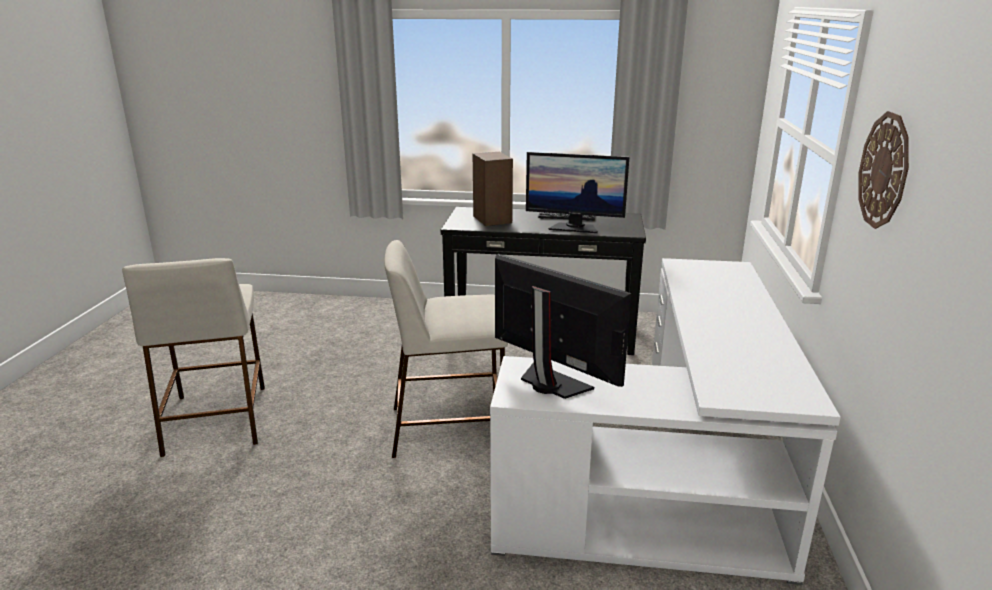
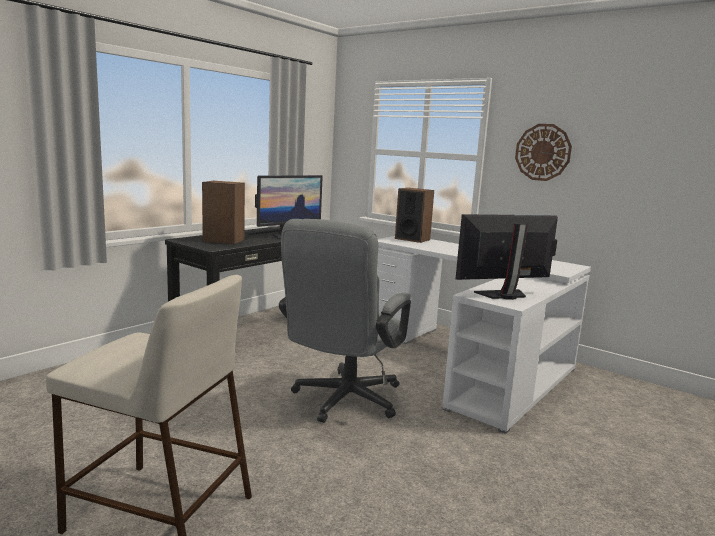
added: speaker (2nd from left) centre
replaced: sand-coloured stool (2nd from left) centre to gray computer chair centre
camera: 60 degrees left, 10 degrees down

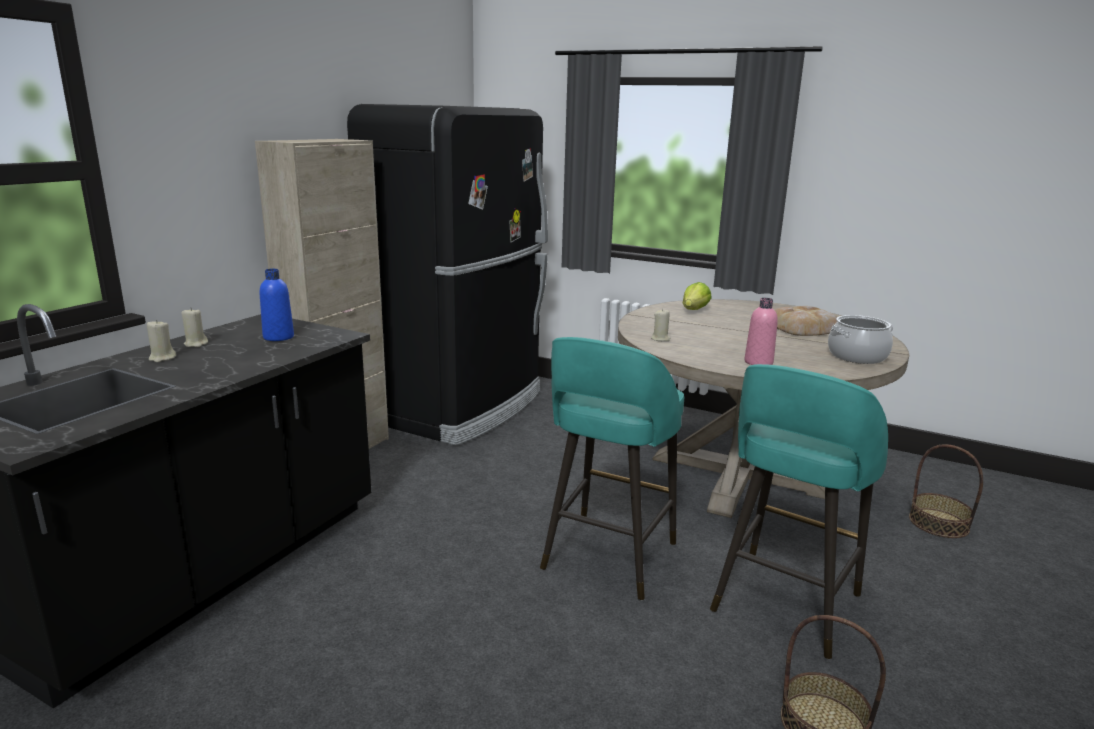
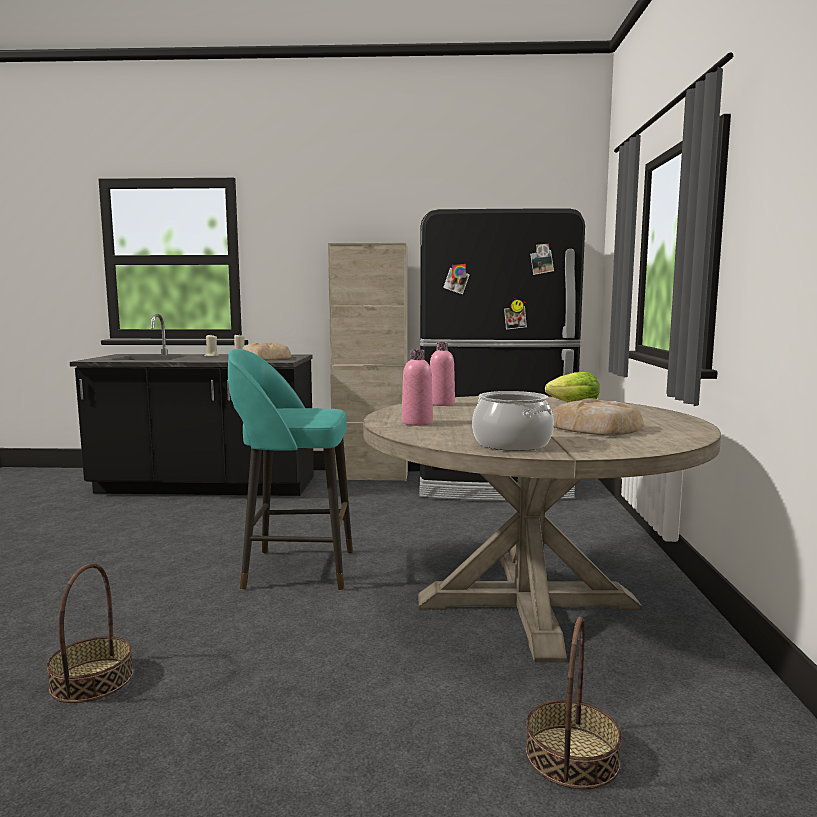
removed: blue-green stool (2nd from left) bottom right
replaced: bluish beverage bottle middle left to baked bread (1st from left) middle left; sand-coloured wax light (3rd from left) centre to pink beverage bottle (2nd from left) centre
camera: 65 degrees right, 10 degrees down

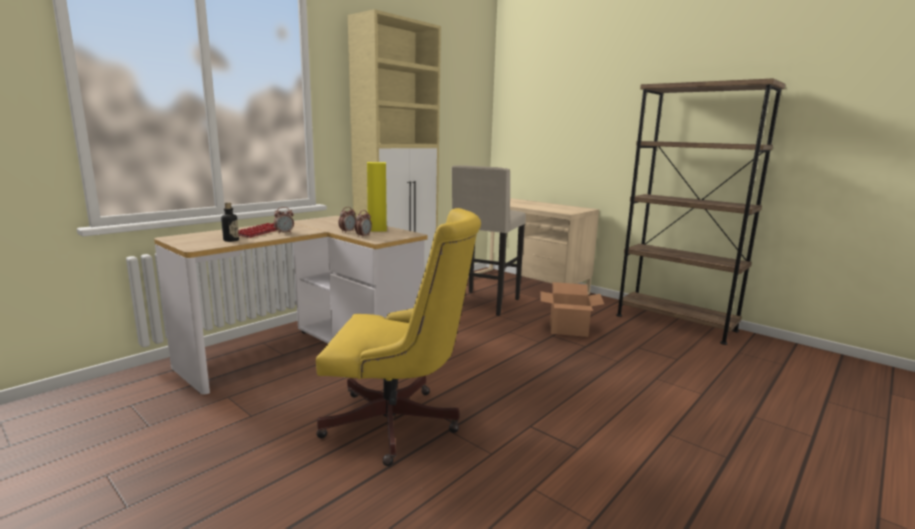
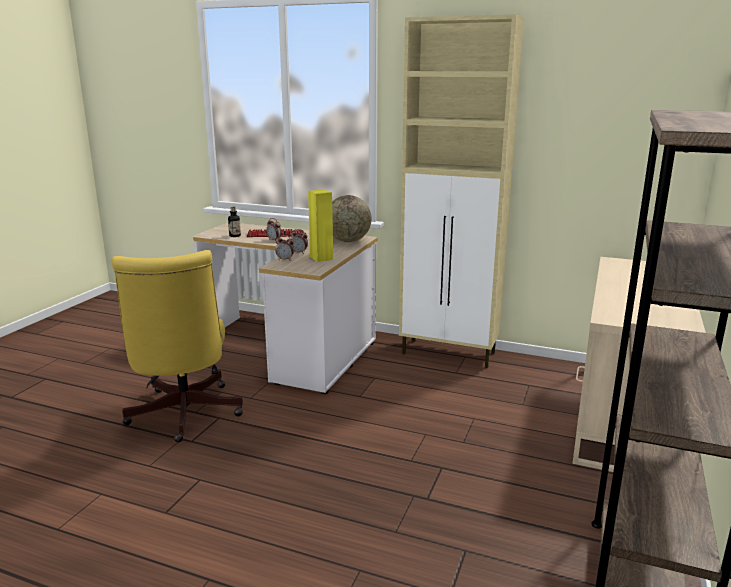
removed: sand-coloured stool centre; carton centre
added: desk globe centre
camera: 70 degrees right, 5 degrees up

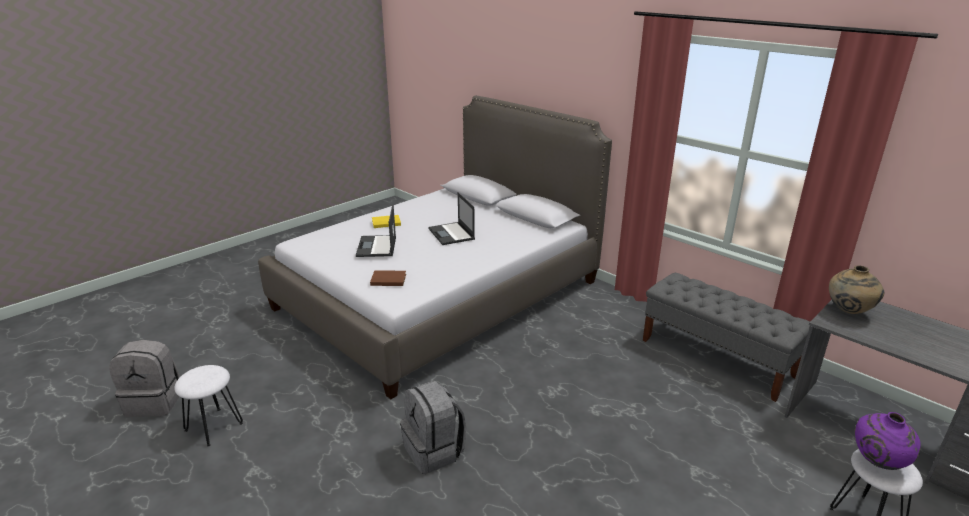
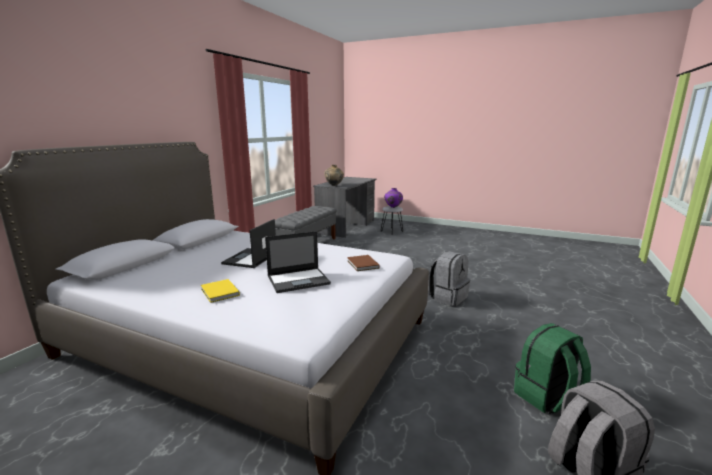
replaced: white stool (1st from left) bottom left to green-coloured backpack bottom right
turned: portable computer (2nd from left in the first image) centre = centre 150 degrees clockwise
camera: 110 degrees left, 10 degrees down

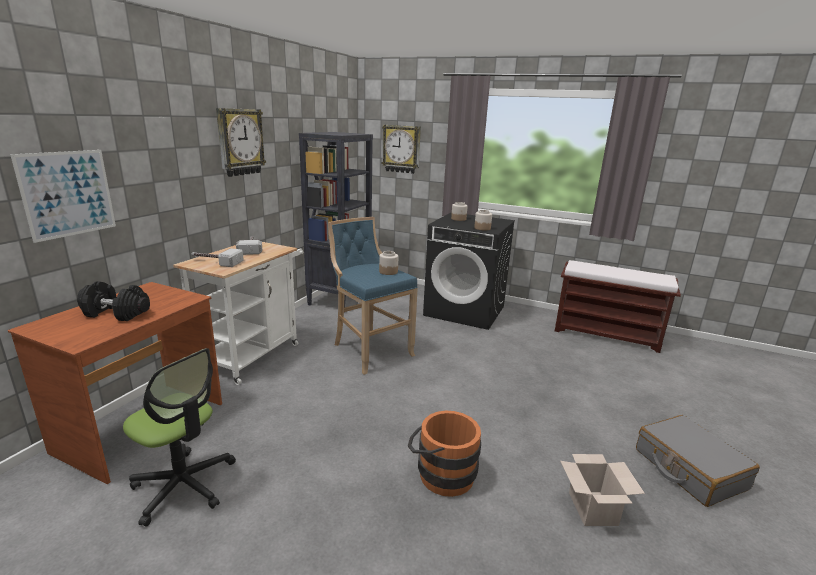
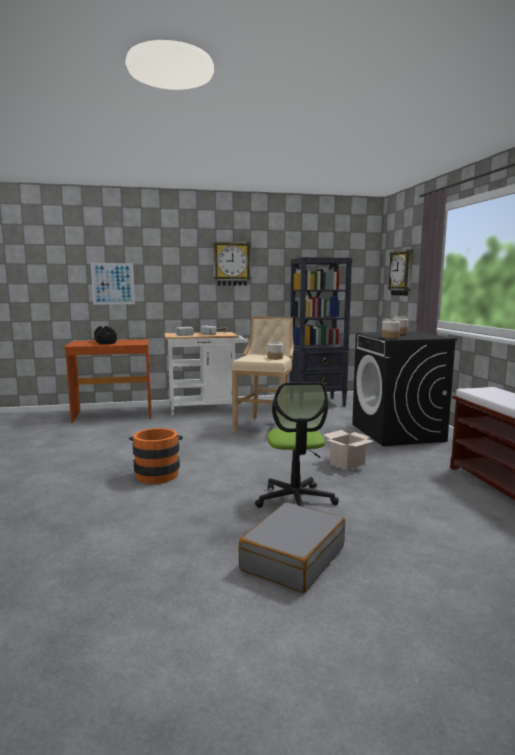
moved: computer chair bottom left to centre; carton bottom right to middle right
recoloured: bluish stool centre to sand-coloured stool centre
camera: 55 degrees right, 10 degrees down

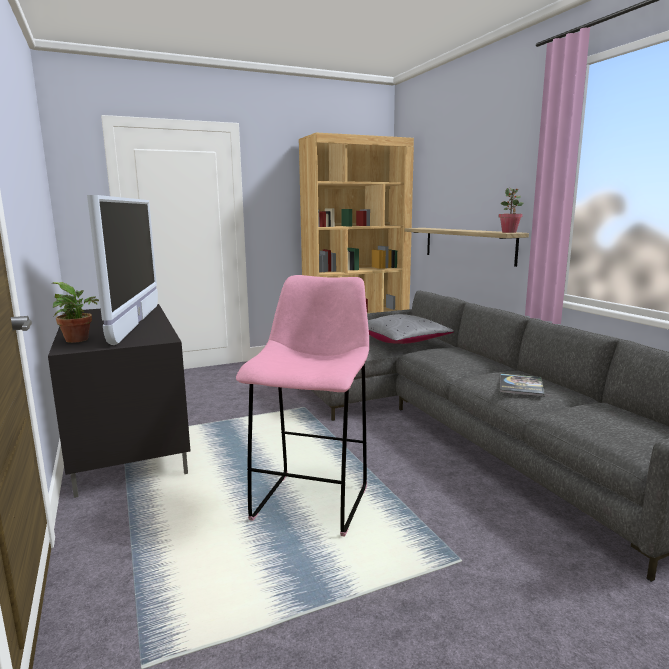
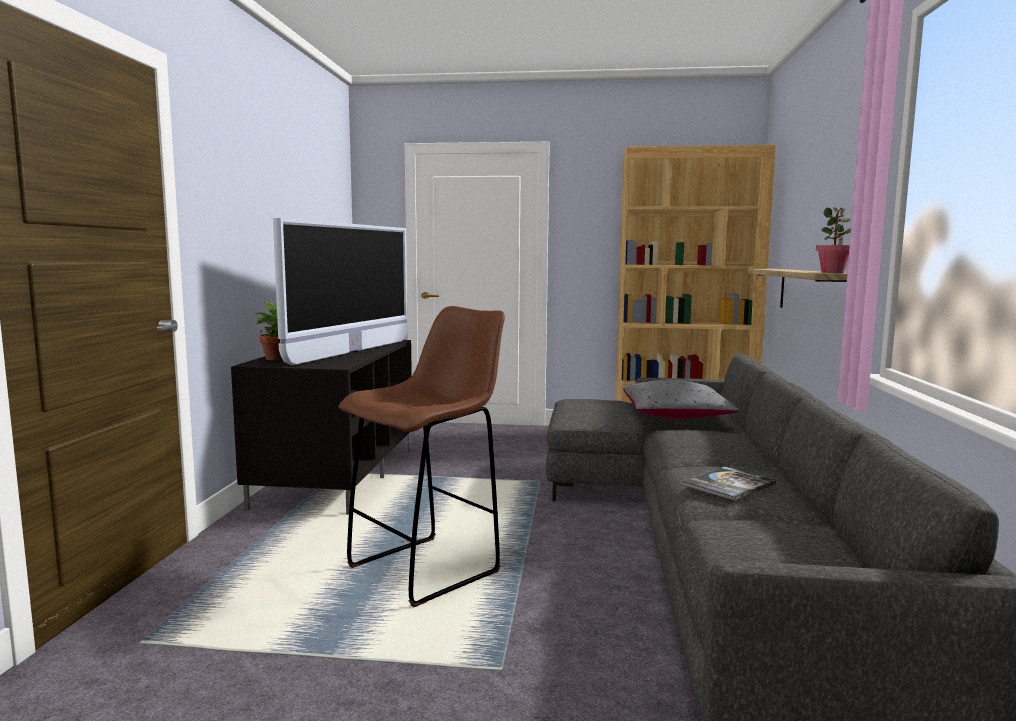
recoloured: pink stool centre to brownish stool centre
camera: 30 degrees right, 5 degrees down

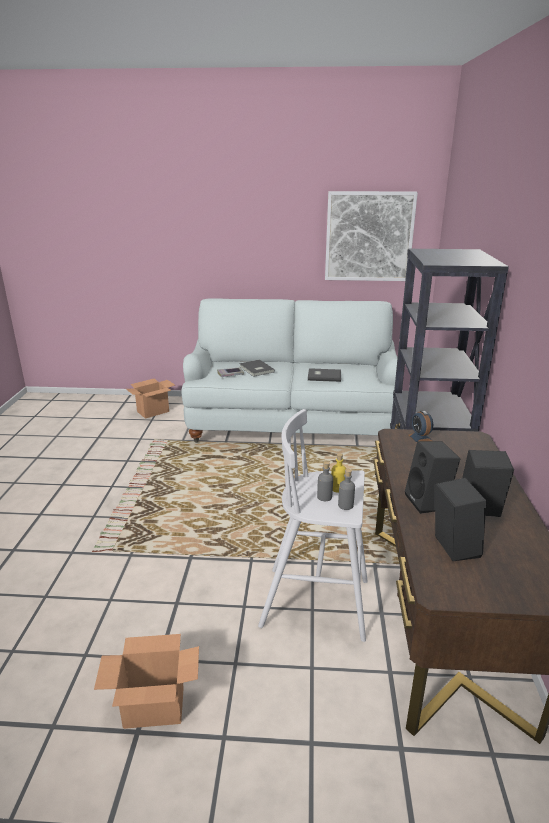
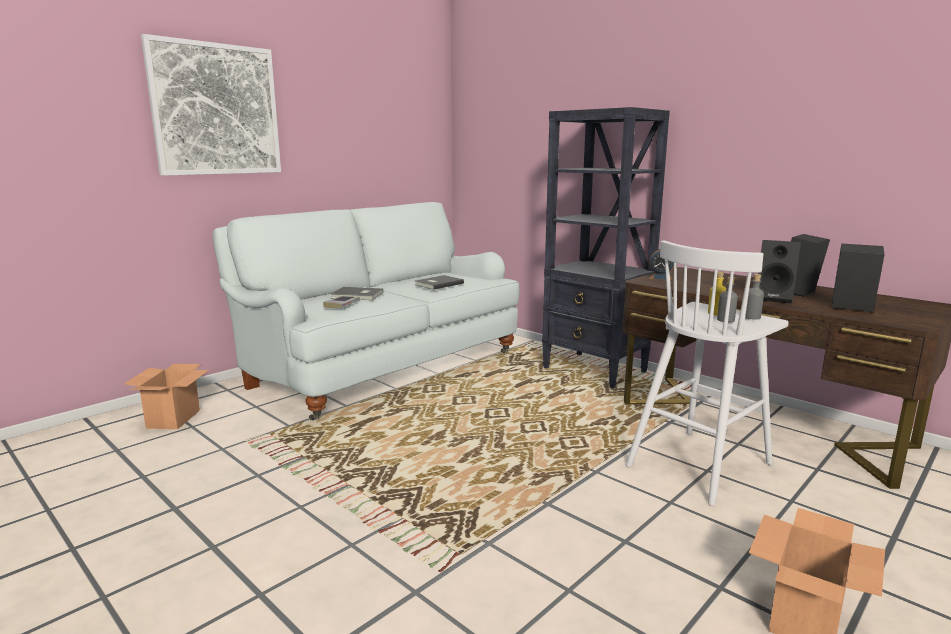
moved: wall art top right to top left
camera: 50 degrees left, 10 degrees down

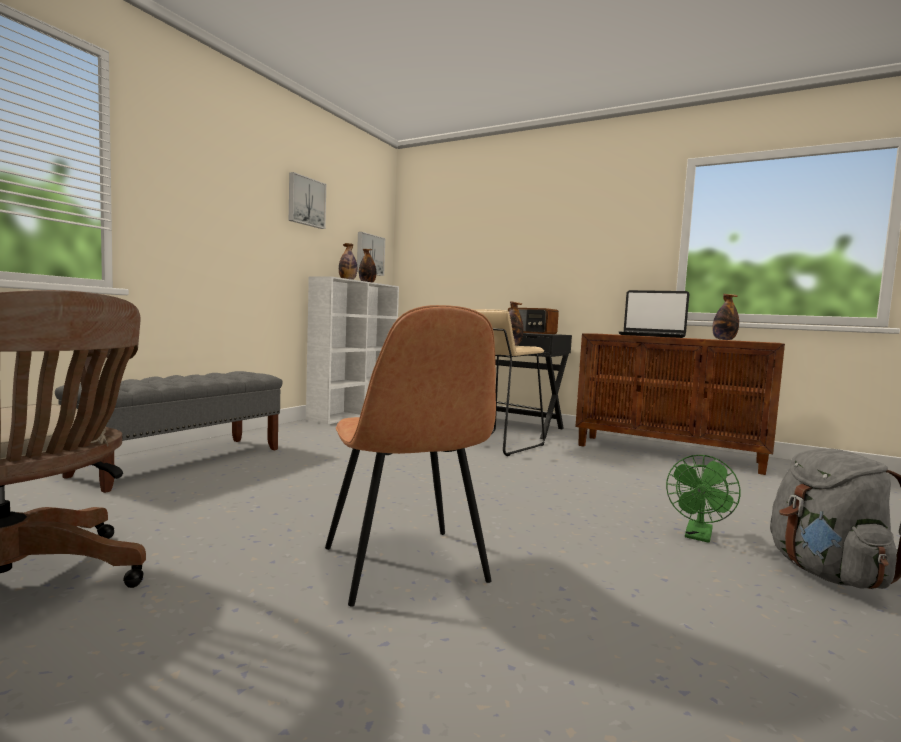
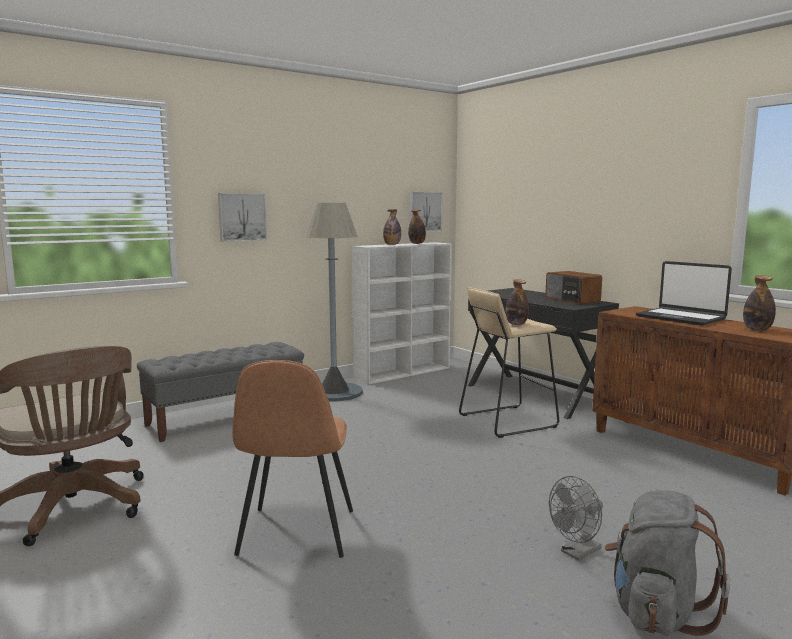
added: gray floor lamp centre
moved: wall art (1st from left) top centre to middle left
recoloured: green-coloured electric fan bottom right to gray electric fan bottom right
camera: 25 degrees right, 5 degrees up

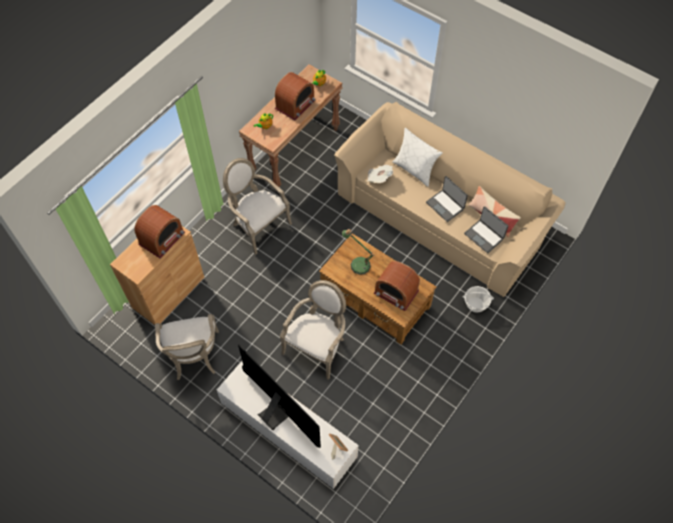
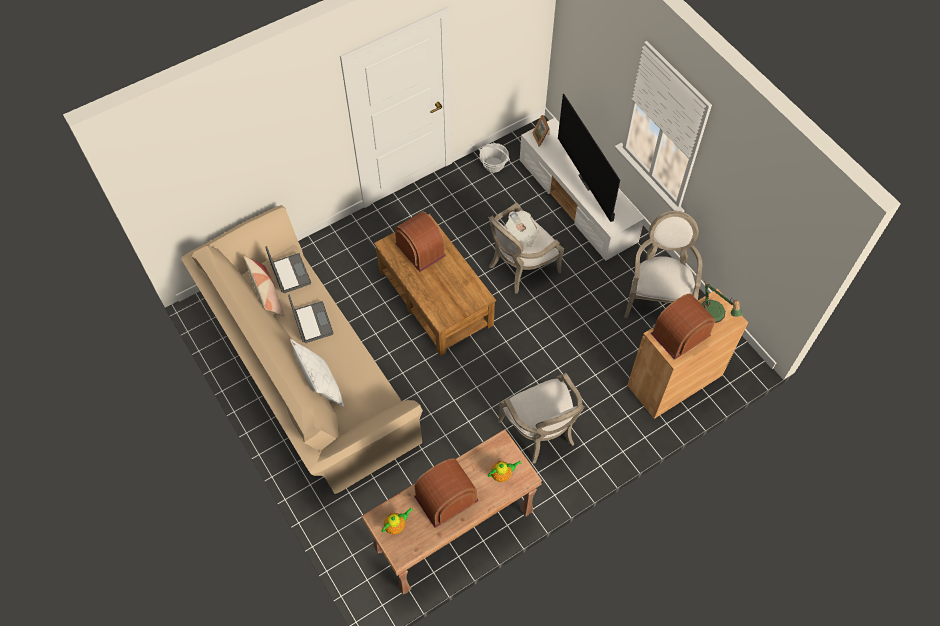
moved: newspaper top centre to centre; tabletop lamp centre to middle right; household basket middle right to top centre
camera: 160 degrees left, 0 degrees up

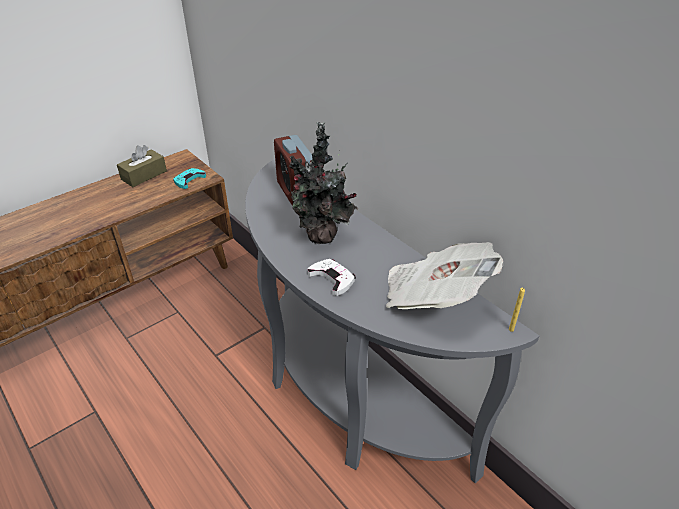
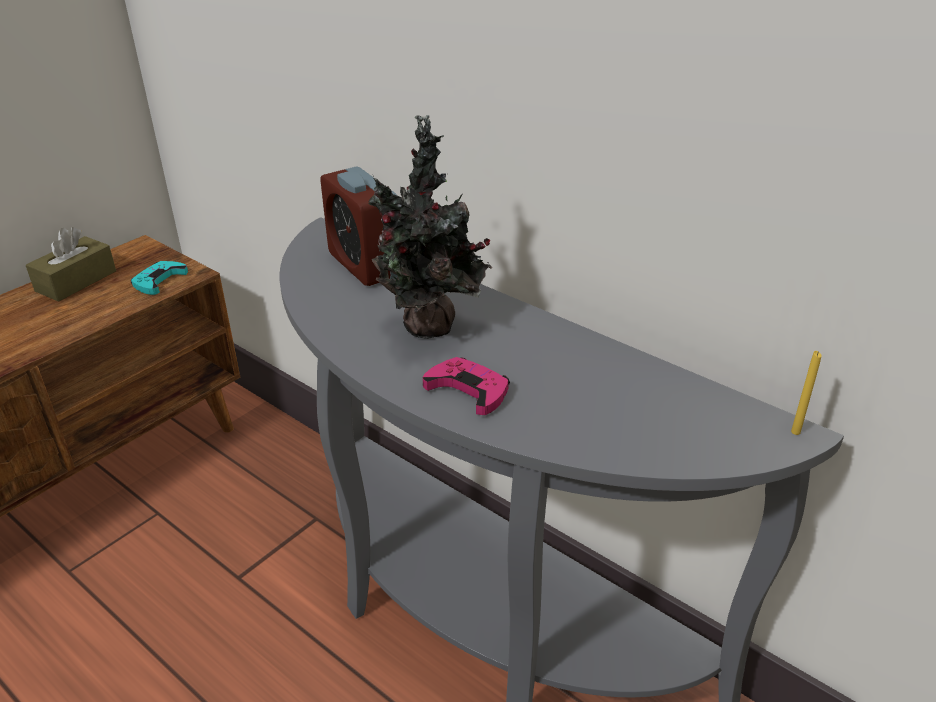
removed: newspaper centre
recoloured: white game controller centre to pink game controller centre
camera: 10 degrees left, 5 degrees down

